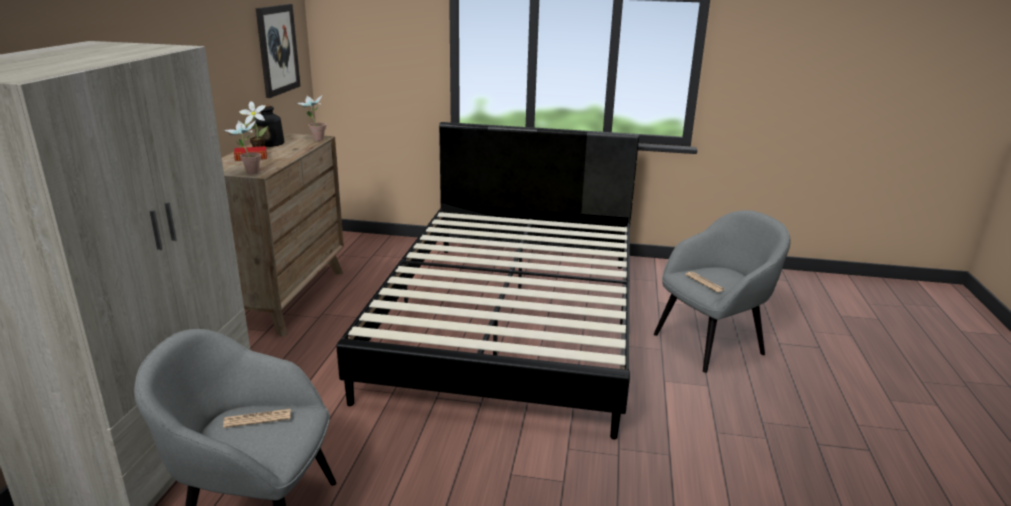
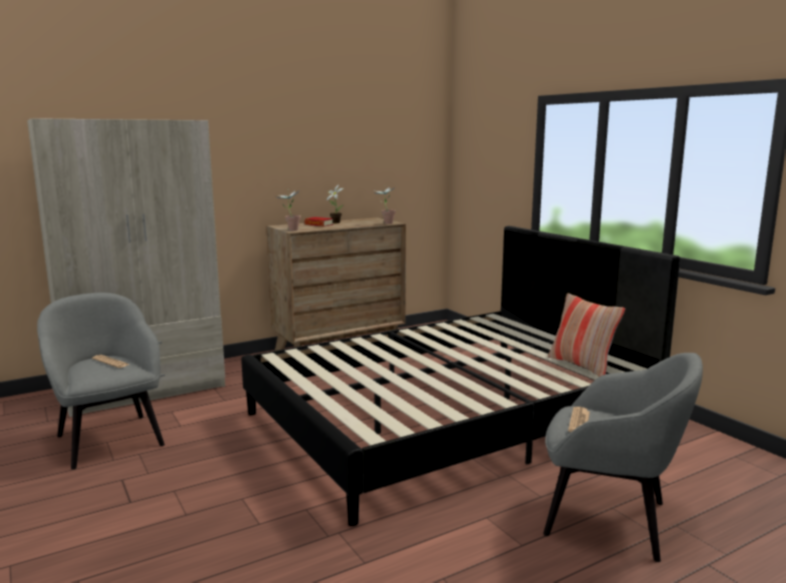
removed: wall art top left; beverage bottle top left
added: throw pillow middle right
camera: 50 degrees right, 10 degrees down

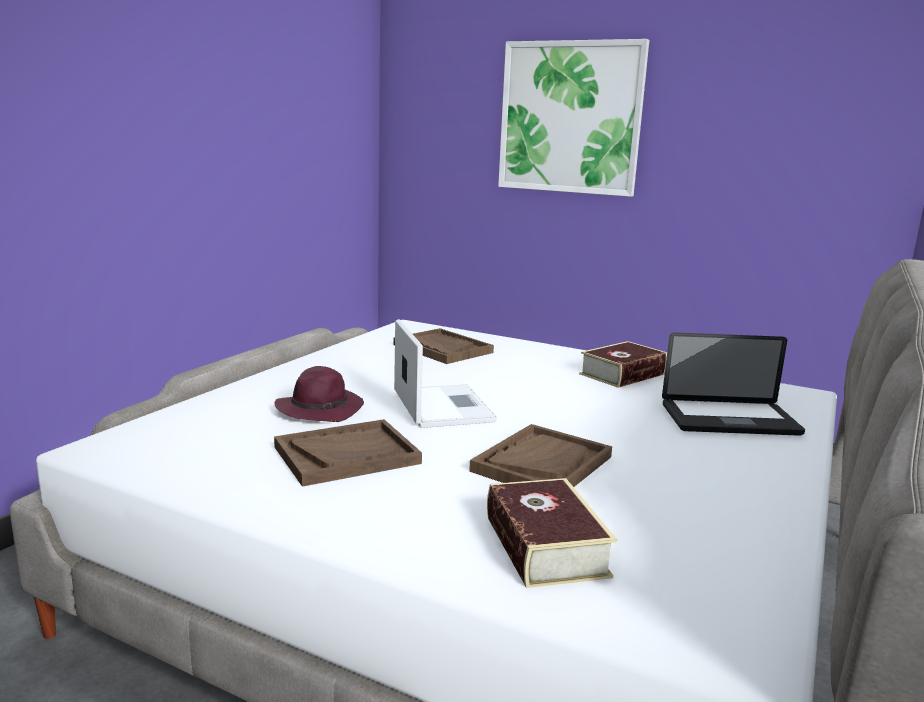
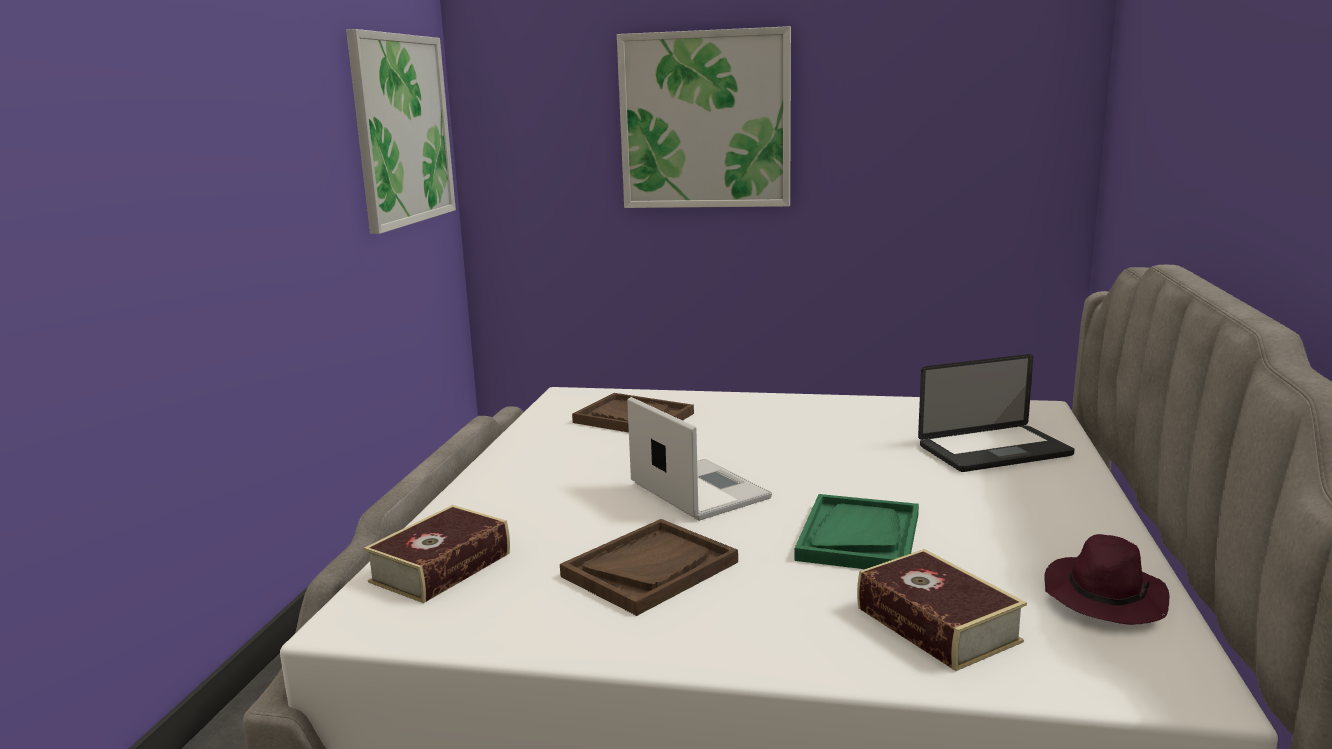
added: wall art (1st from left) top left
moved: book (2nd from left in the first image) middle right to book (1st from left) bottom left; purple wearable hat centre to bottom right
recoloured: brownish carrying tray (3rd from left) centre to green-coloured carrying tray bottom centre
camera: 15 degrees left, 0 degrees up

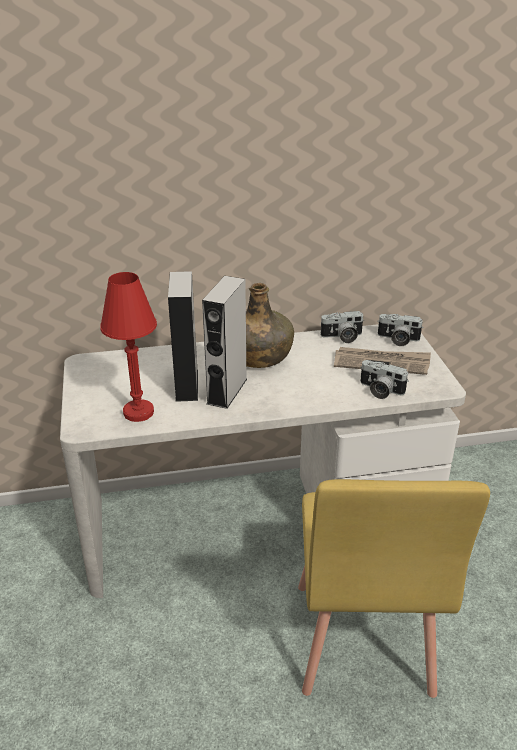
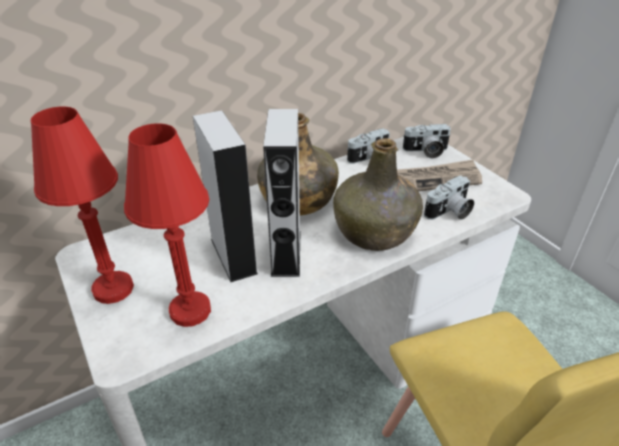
added: red-coloured tabletop lamp (1st from left) middle left; green-coloured beverage bottle (2nd from left) centre
turned: photo camera (2nd from left in the first image) middle right = middle right 45 degrees counterclockwise
camera: 20 degrees left, 5 degrees up

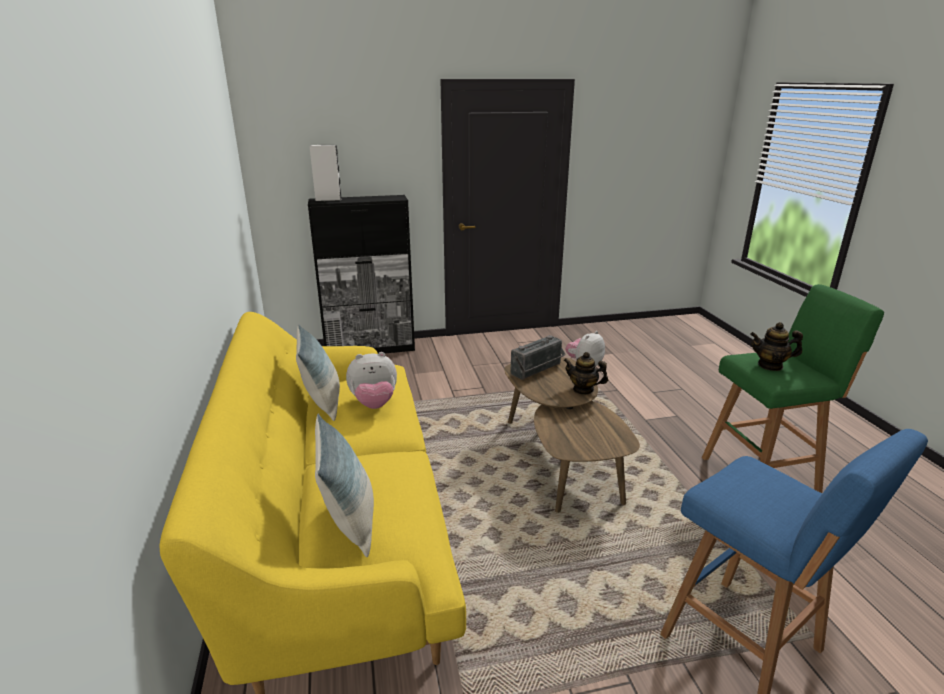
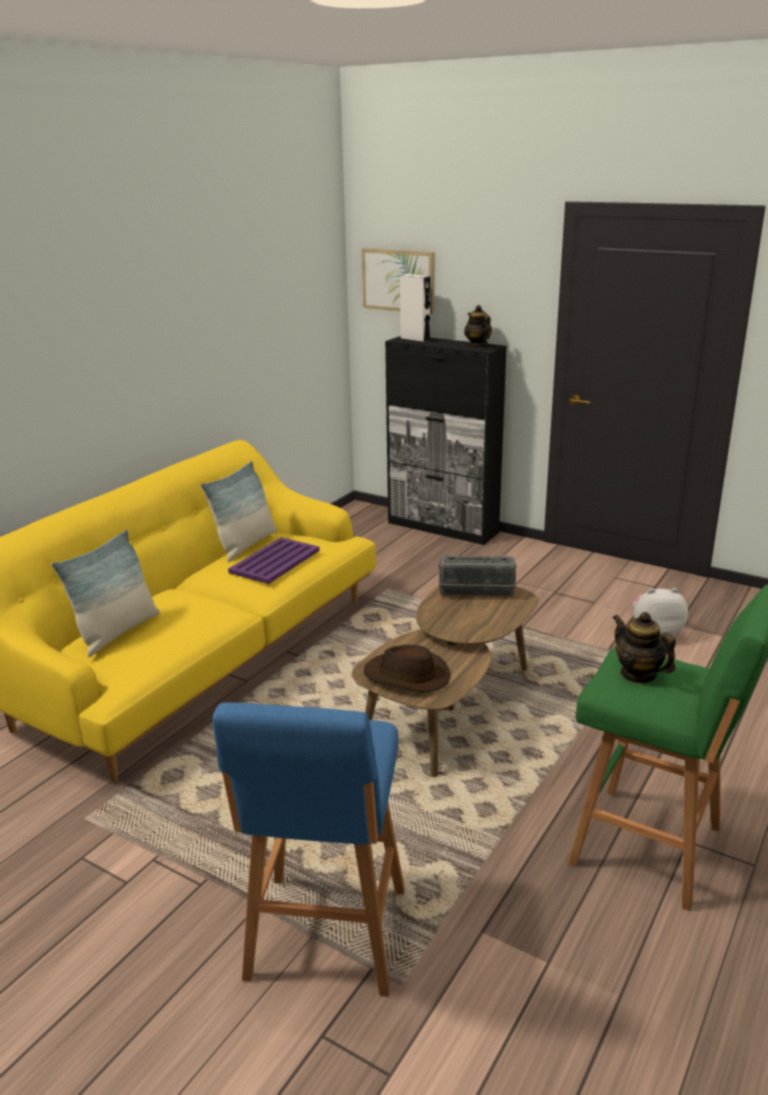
added: wall art top centre; brownish wearable hat centre
moved: tea pot (1st from left) centre to top centre
replaced: soft toy (1st from left) centre to purple carrying tray centre
camera: 45 degrees right, 0 degrees up

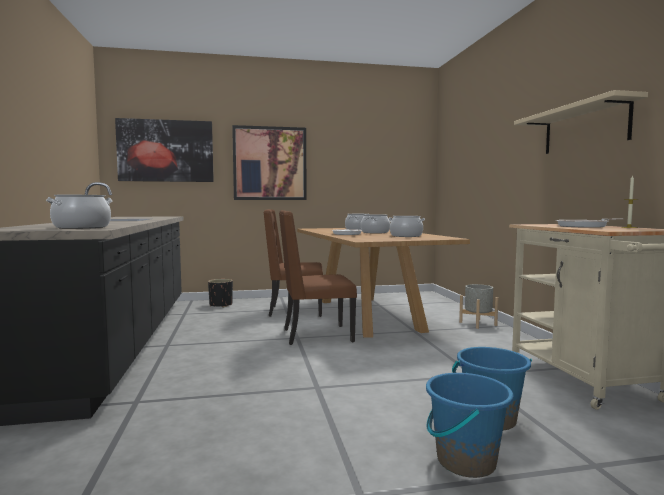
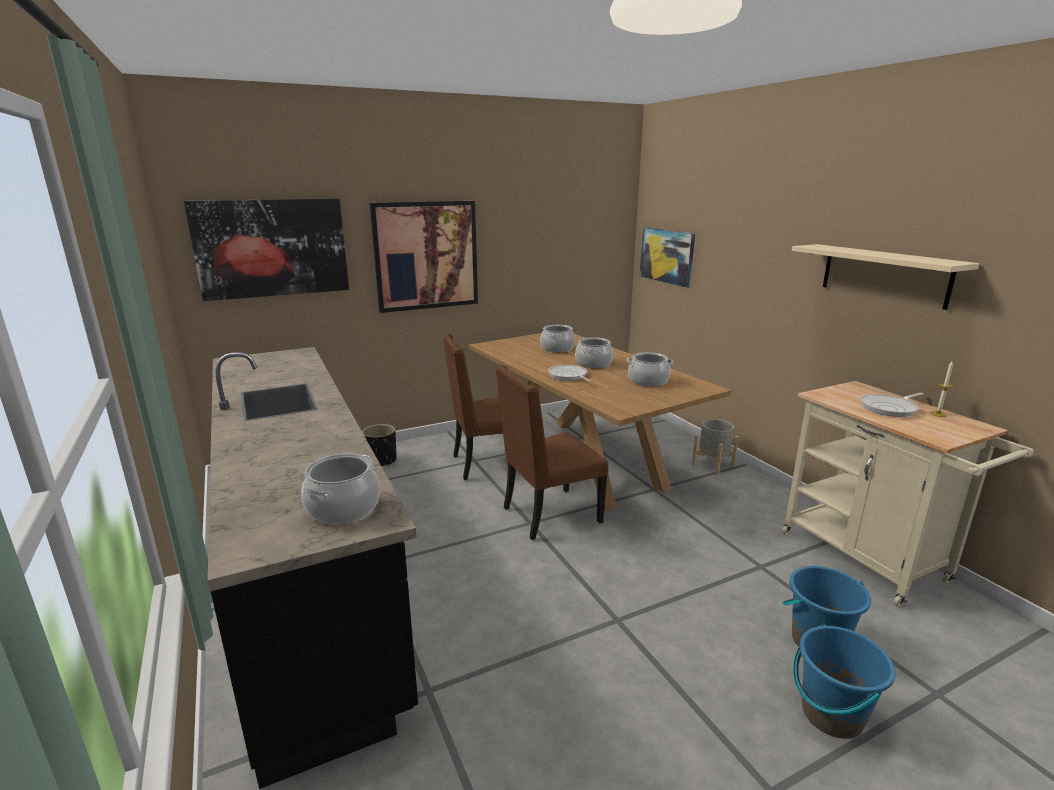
added: wall art (3rd from left) top centre
camera: 15 degrees left, 15 degrees up

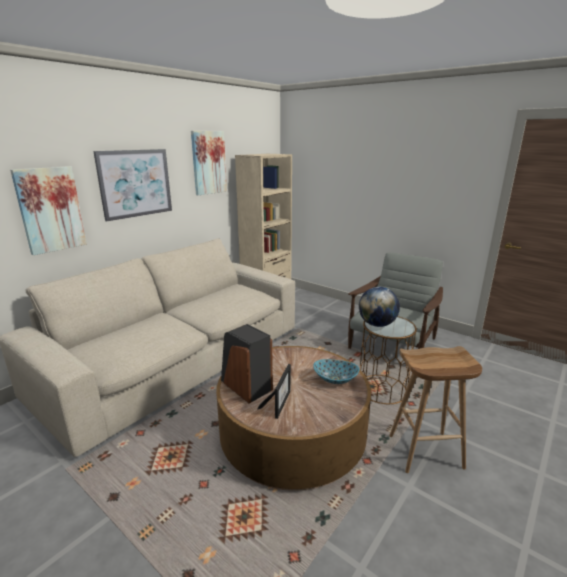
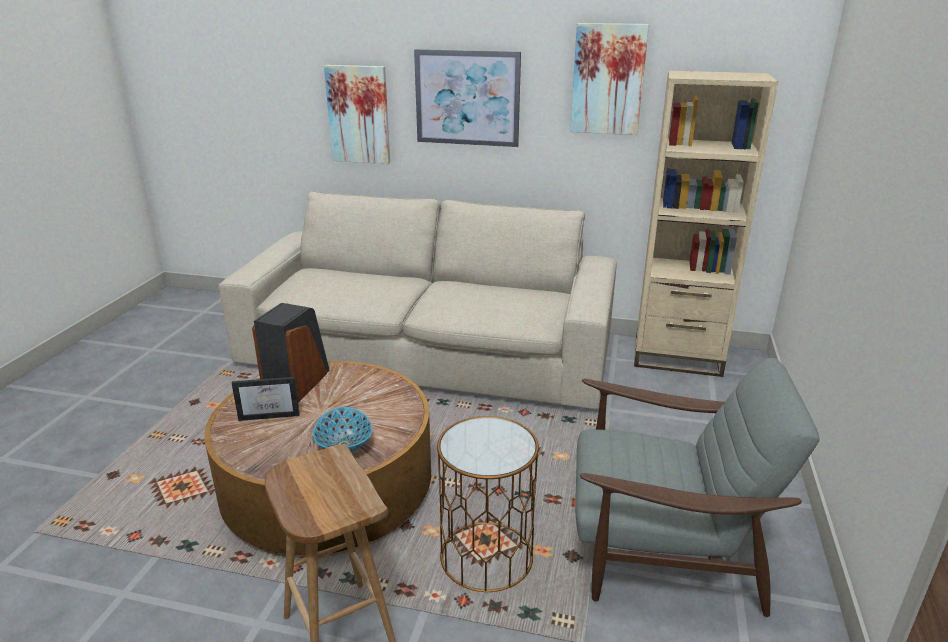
removed: desk globe middle right
camera: 65 degrees right, 5 degrees up

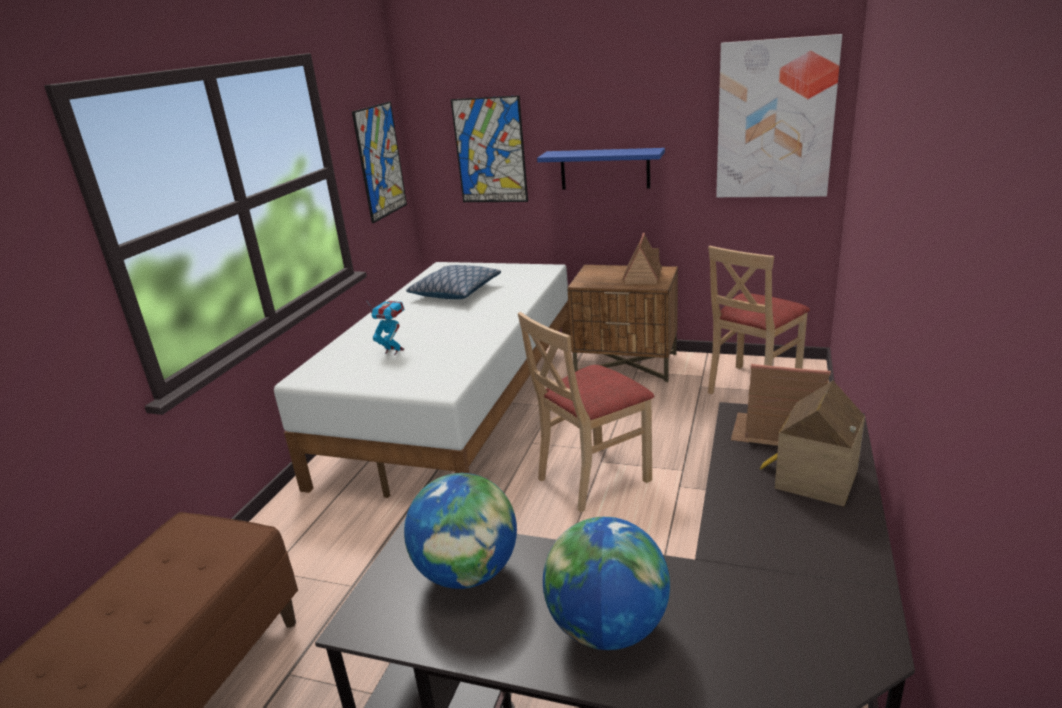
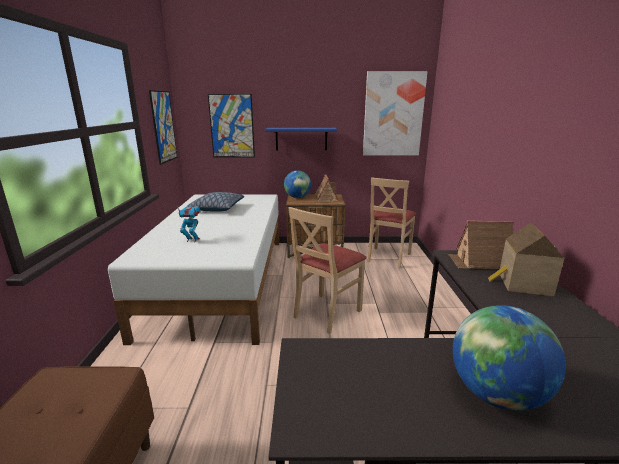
moved: desk globe (1st from left) bottom centre to centre
camera: 20 degrees left, 5 degrees down

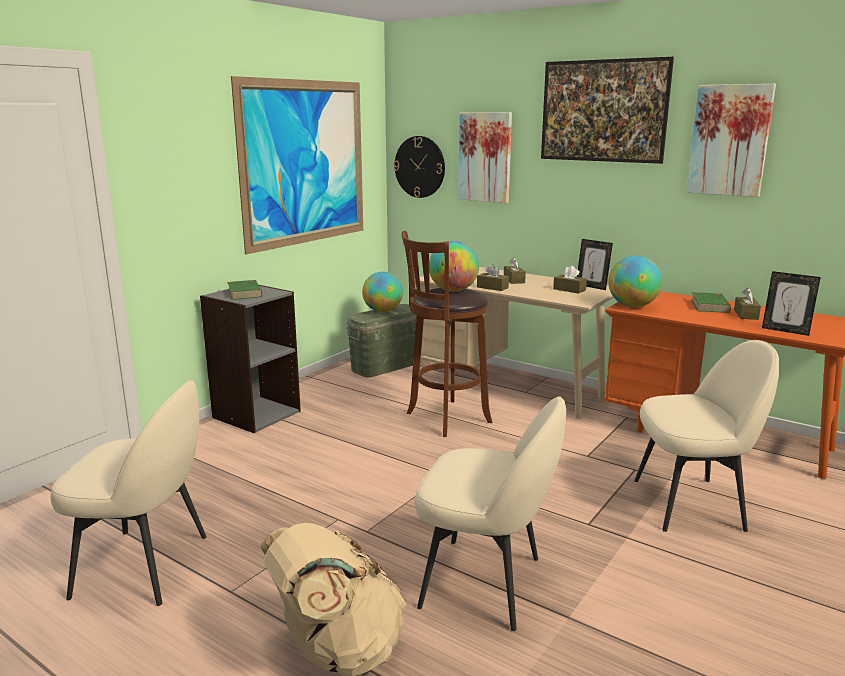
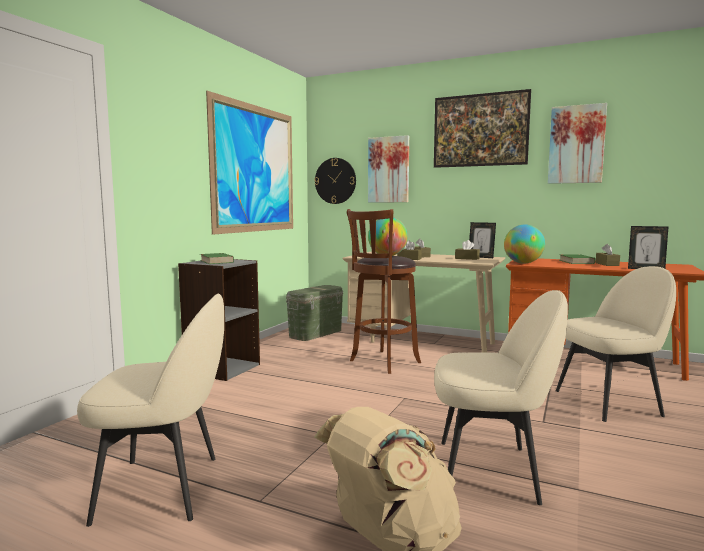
removed: desk globe (1st from left) centre
camera: 10 degrees left, 10 degrees down

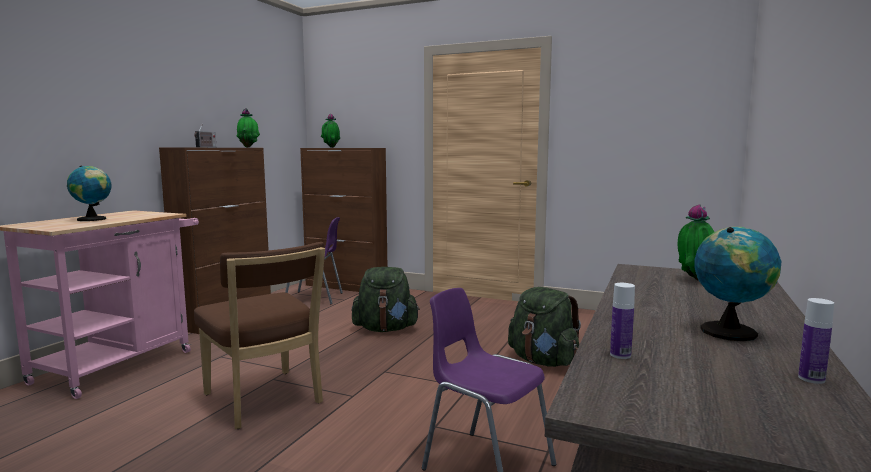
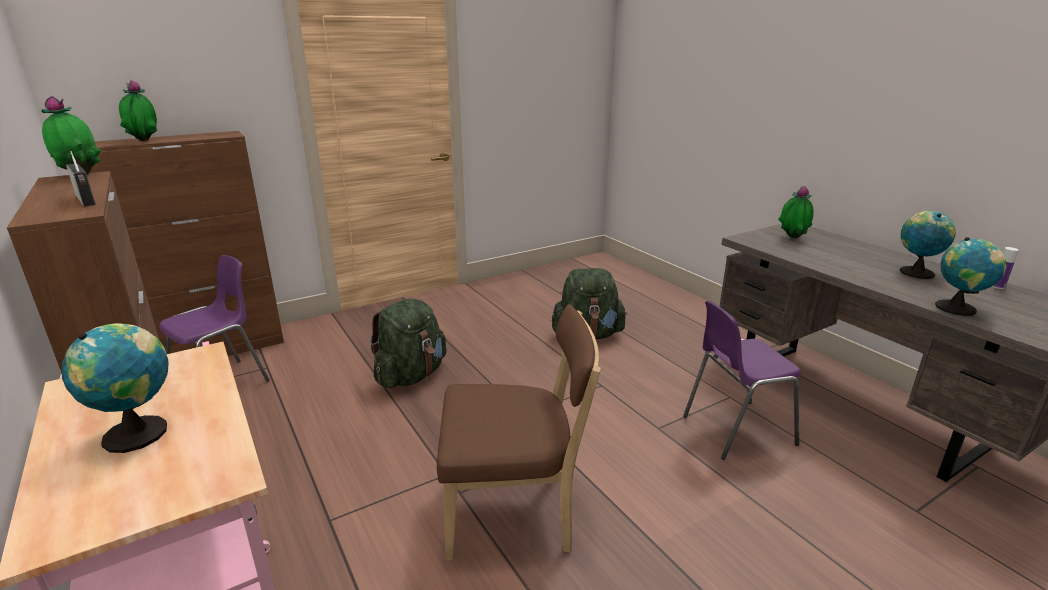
replaced: beverage bottle (1st from left) bottom right to desk globe (3rd from left) middle right
camera: 55 degrees left, 15 degrees up

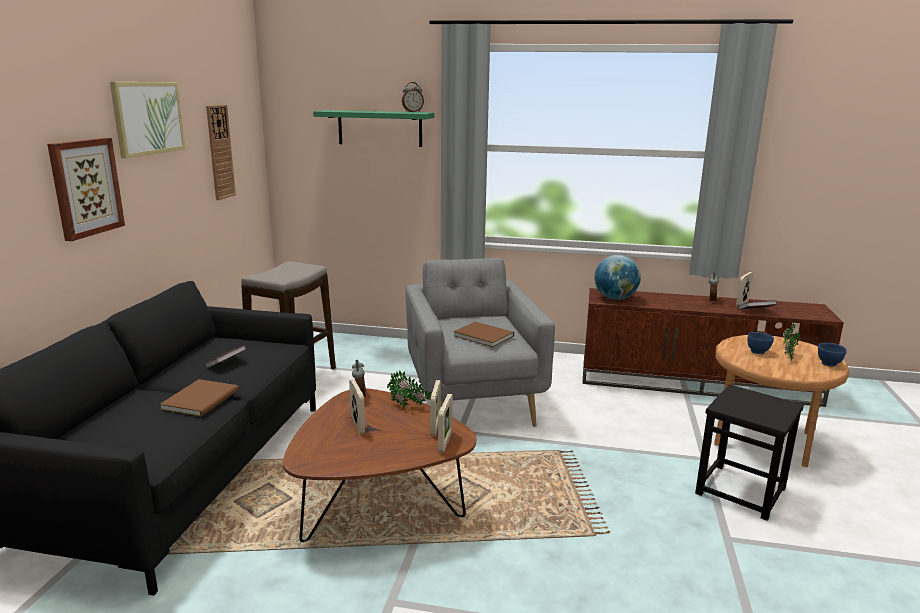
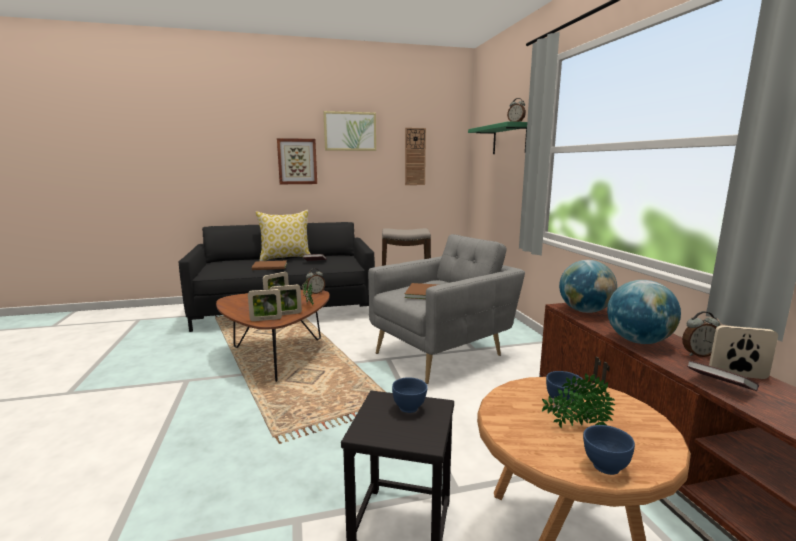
added: throw pillow centre; desk globe (2nd from left) middle right; bluish bowl (1st from left) bottom centre
camera: 65 degrees right, 5 degrees down

